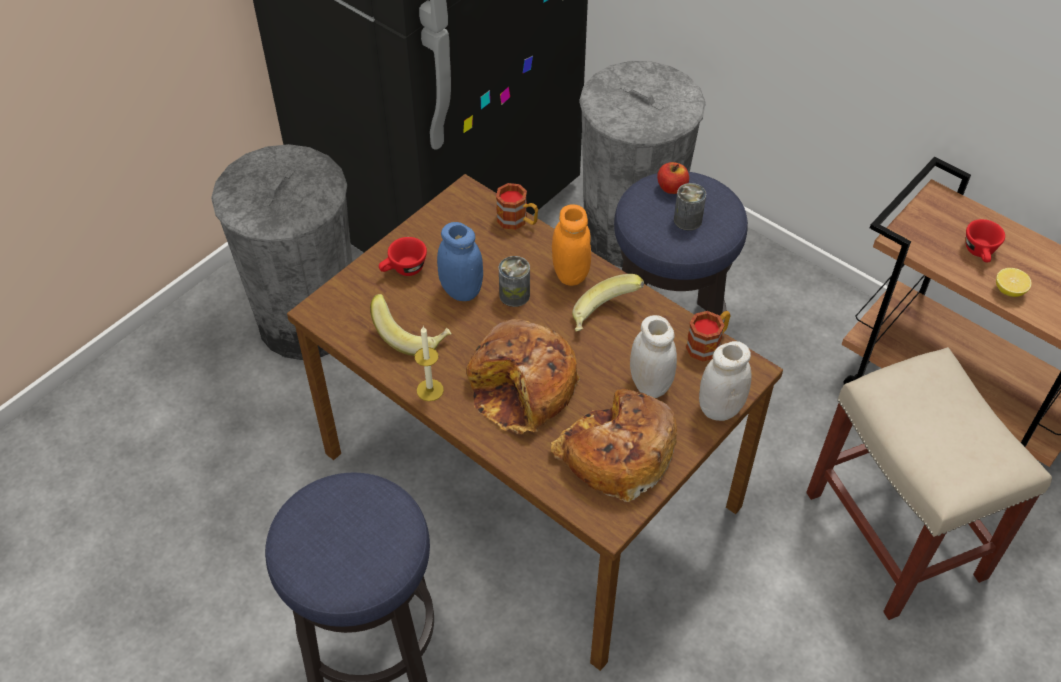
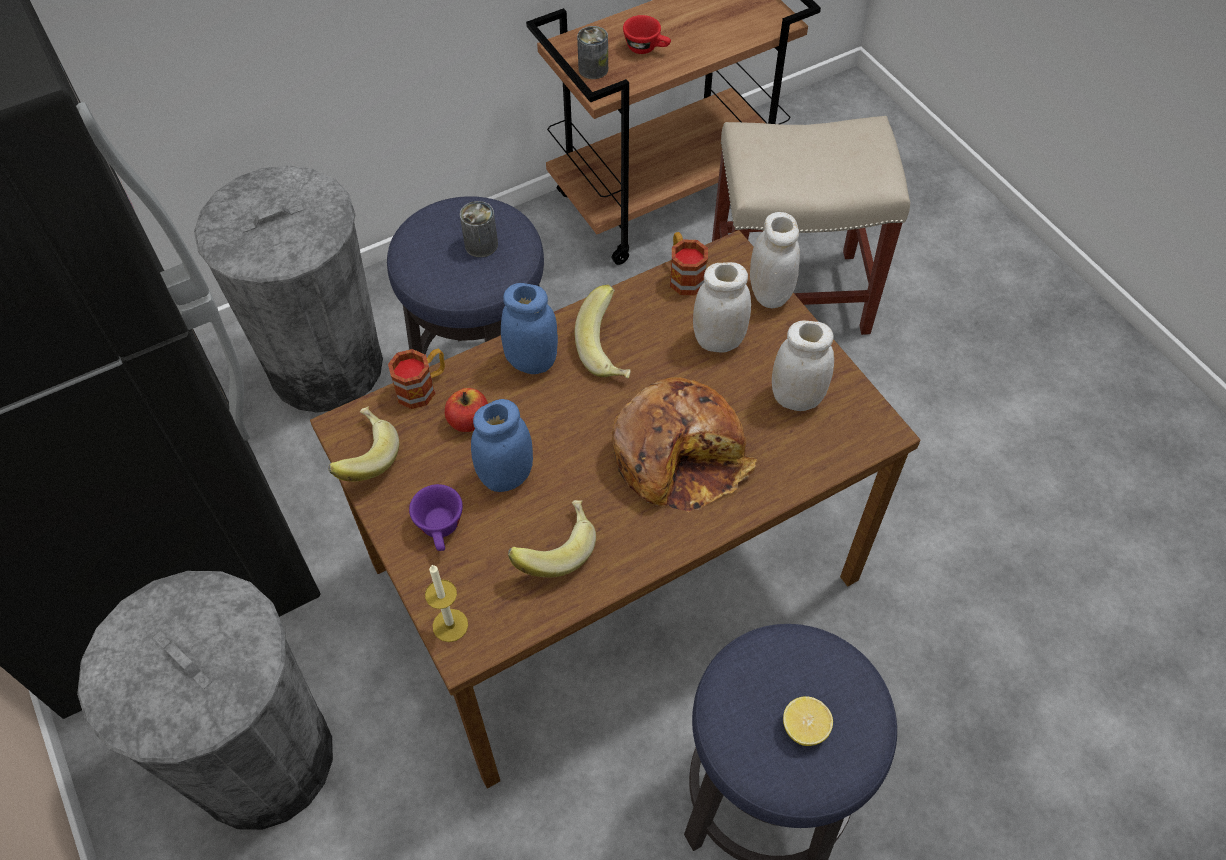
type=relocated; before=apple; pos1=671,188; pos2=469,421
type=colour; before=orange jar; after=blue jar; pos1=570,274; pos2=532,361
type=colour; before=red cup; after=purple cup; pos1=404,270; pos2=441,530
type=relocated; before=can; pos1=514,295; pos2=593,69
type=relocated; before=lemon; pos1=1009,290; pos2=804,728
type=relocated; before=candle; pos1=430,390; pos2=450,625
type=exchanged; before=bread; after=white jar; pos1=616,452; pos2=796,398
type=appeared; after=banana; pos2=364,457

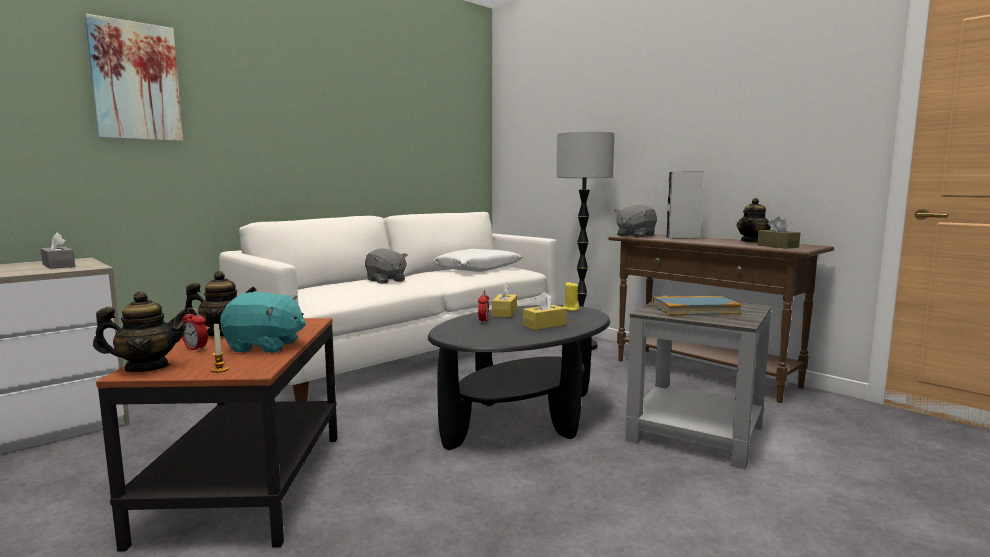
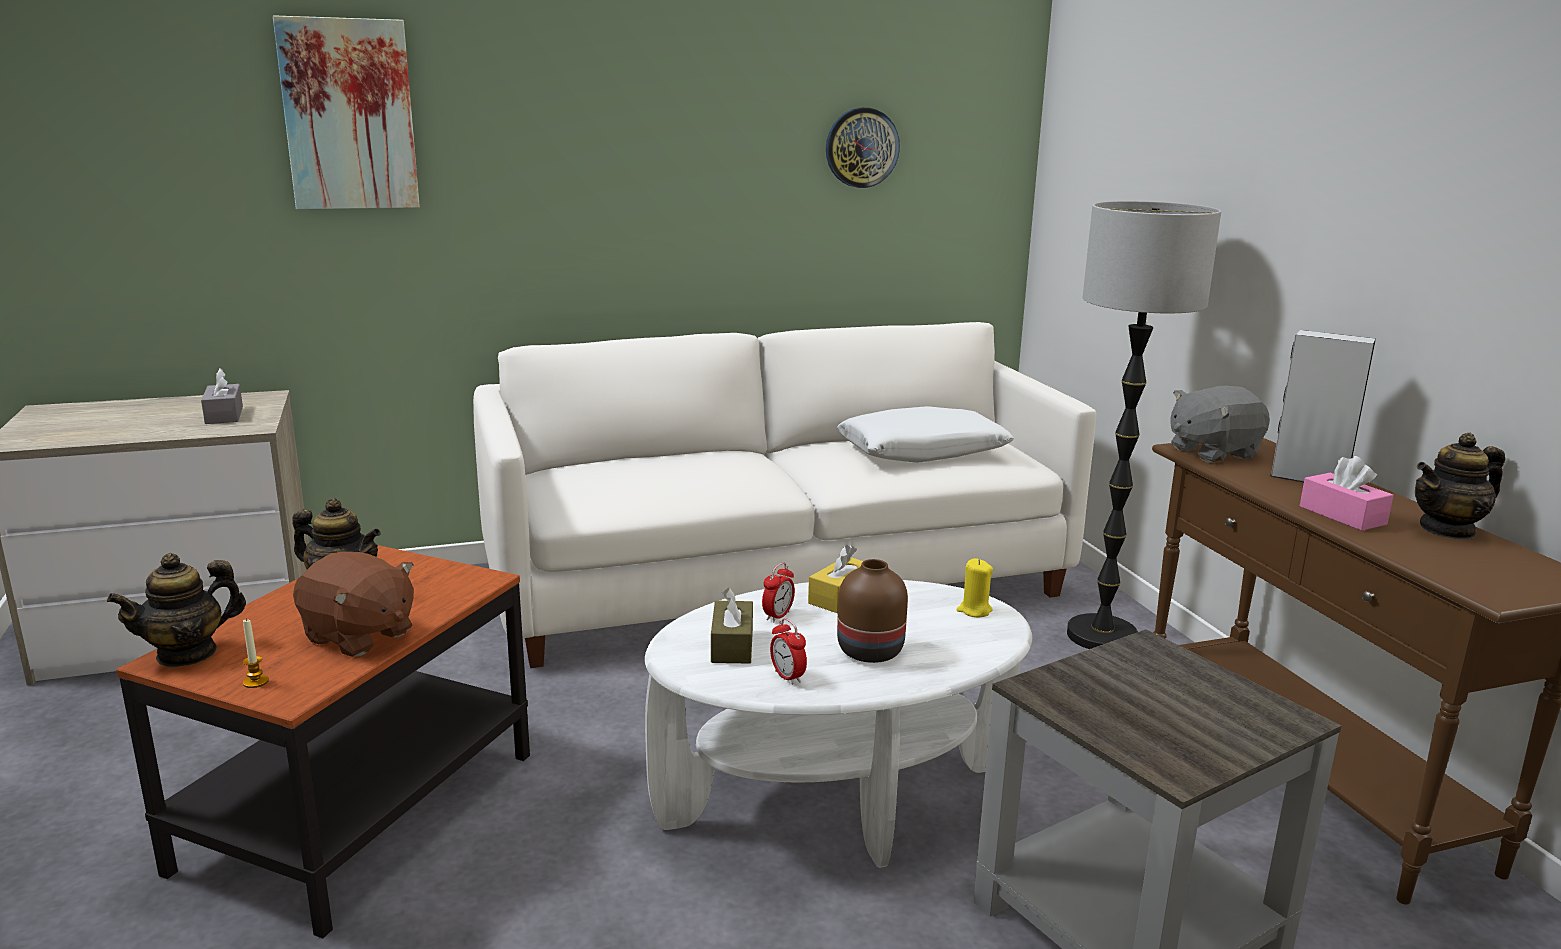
type=relocated; before=brown tissue box; pos1=777,246; pos2=732,645
type=missing; before=grey plush toy; pos1=385,280
type=spun; before=teapot; pos1=147,368; pos2=187,653; turn=135
type=colour; before=turquoise plush toy; after=brown plush toy; pos1=265,346; pos2=359,636
type=exchanged; before=yellow tissue box; after=brown vase; pos1=544,325; pos2=869,652
type=missing; before=book; pos1=695,309
type=colour; before=black coffee table; after=white coffee table; pos1=523,419; pos2=837,796
type=relocated; before=alarm clock; pos1=195,349; pos2=787,677
type=appeared; after=wall clock; pos2=861,147
type=appeared; after=pink tissue box; pos2=1342,515

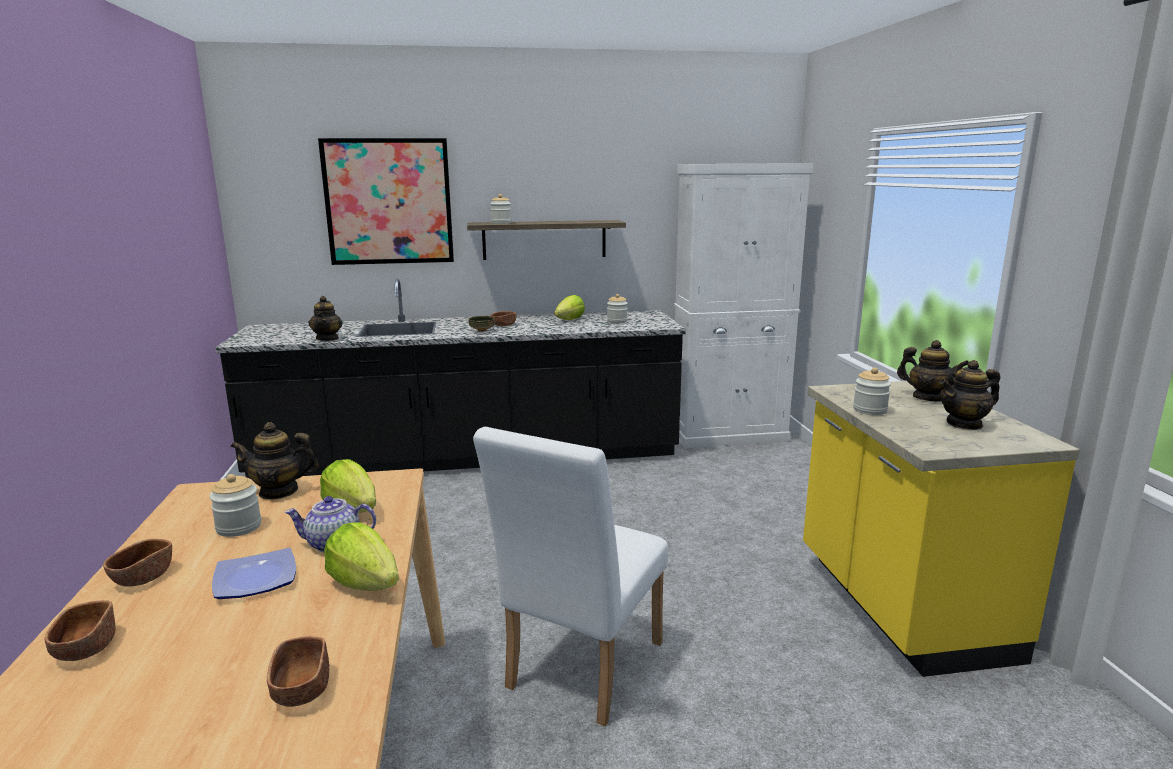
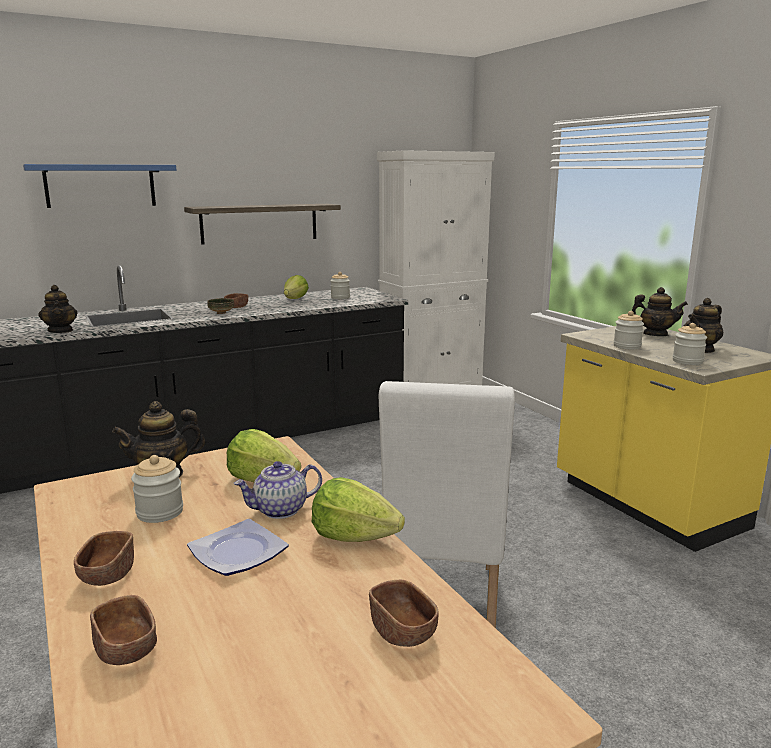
type=exchanged; before=picture; after=blue shelf; pos1=388,202; pos2=100,186
type=relocated; before=jar; pos1=501,223; pos2=687,361

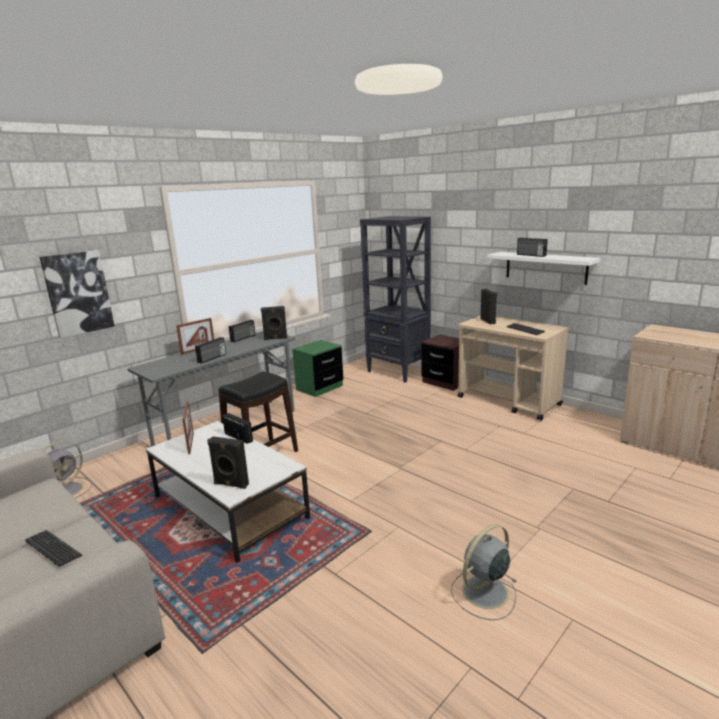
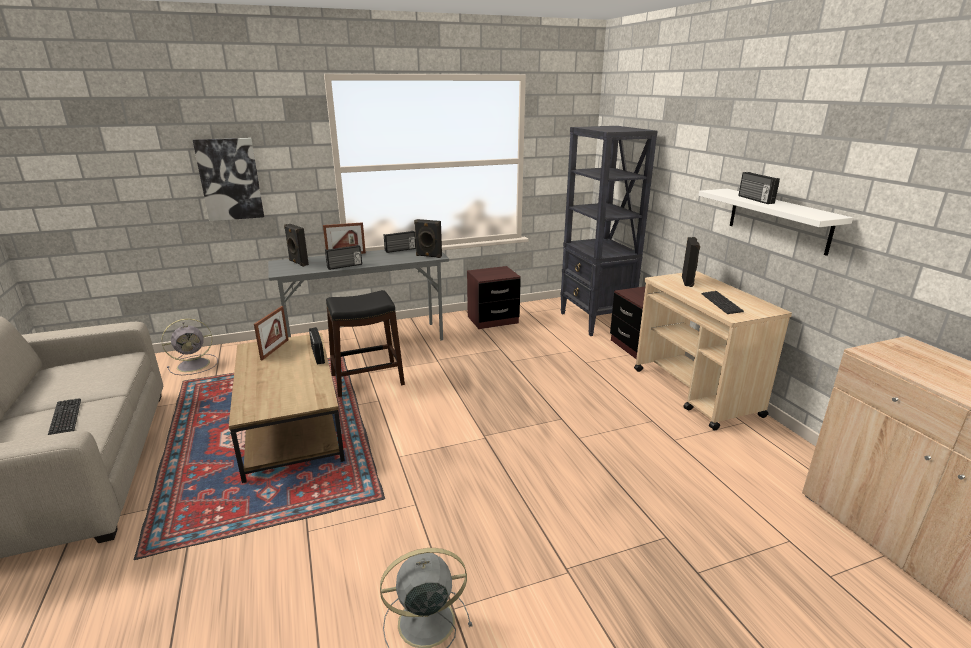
type=colour; before=green nightstand; after=brown nightstand; pos1=319,388; pos2=493,320
type=colour; before=white coffee table; after=brown coffee table; pos1=228,507; pos2=290,423
type=relocated; before=black speaker; pos1=230,485; pos2=298,263

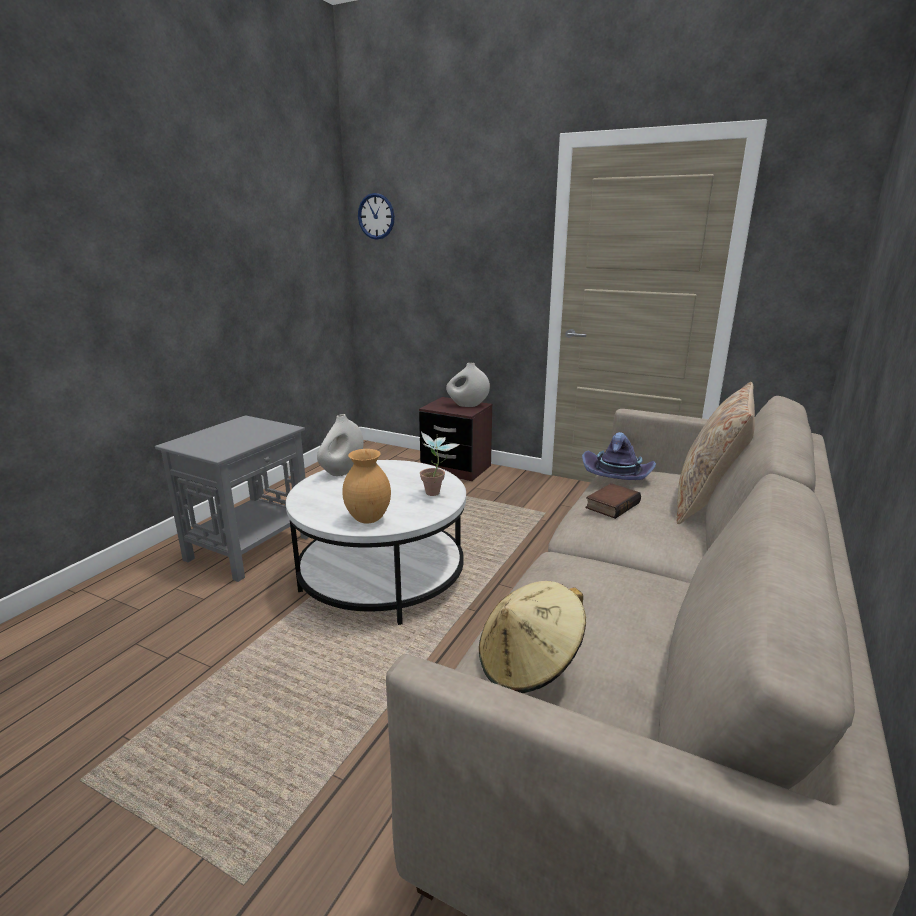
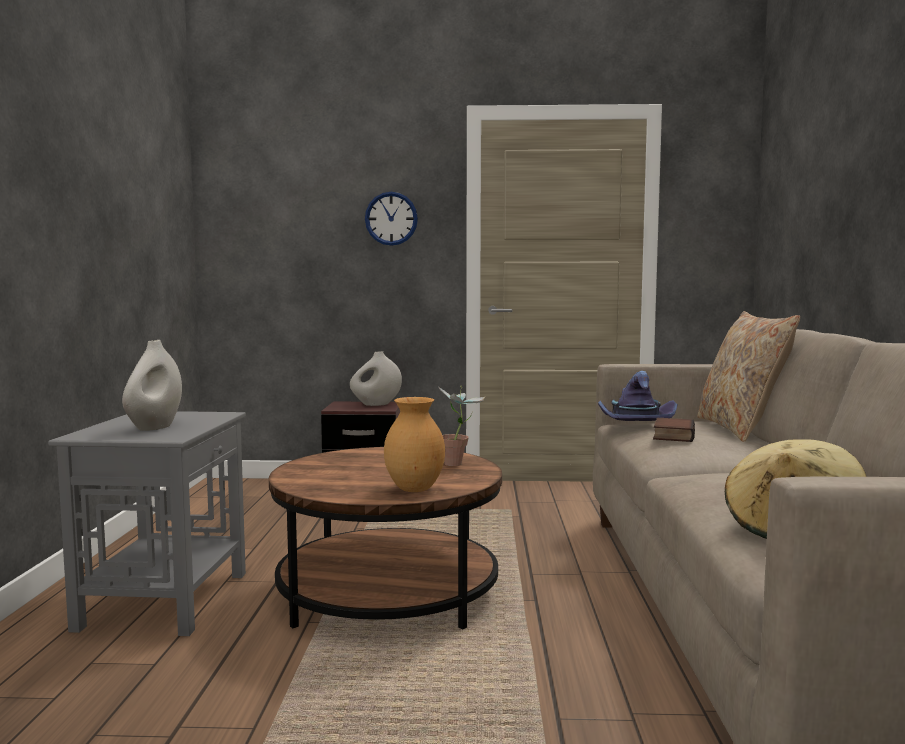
type=relocated; before=wall clock; pos1=376,216; pos2=391,218
type=relocated; before=white vase; pos1=342,472; pos2=155,427
type=colour; before=white coffee table; after=brown coffee table; pos1=382,576; pos2=388,593

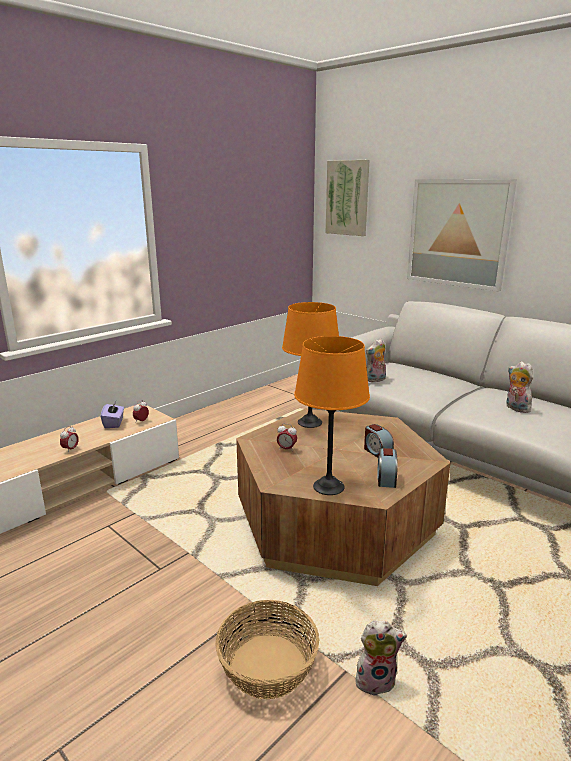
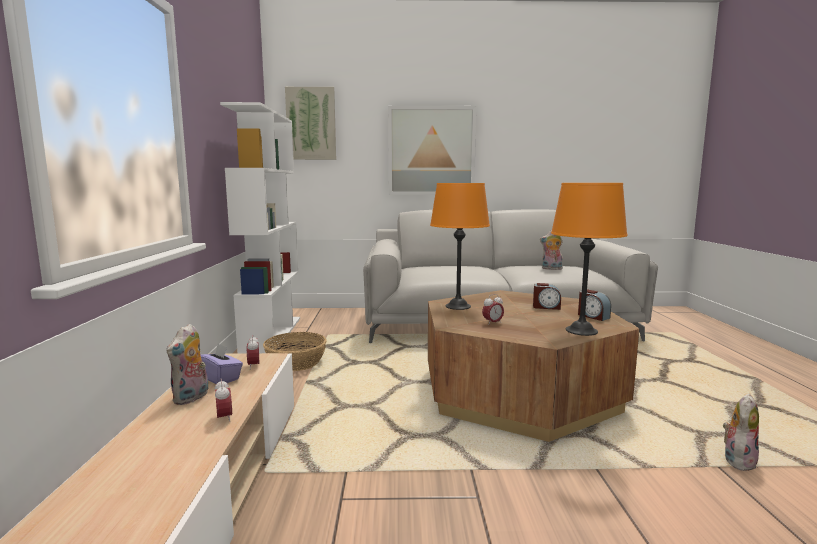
type=relocated; before=plush toy; pos1=375,380; pos2=192,398
type=relocated; before=basket; pos1=267,666; pos2=296,363
type=appeared; after=white bookcase; pos2=272,334

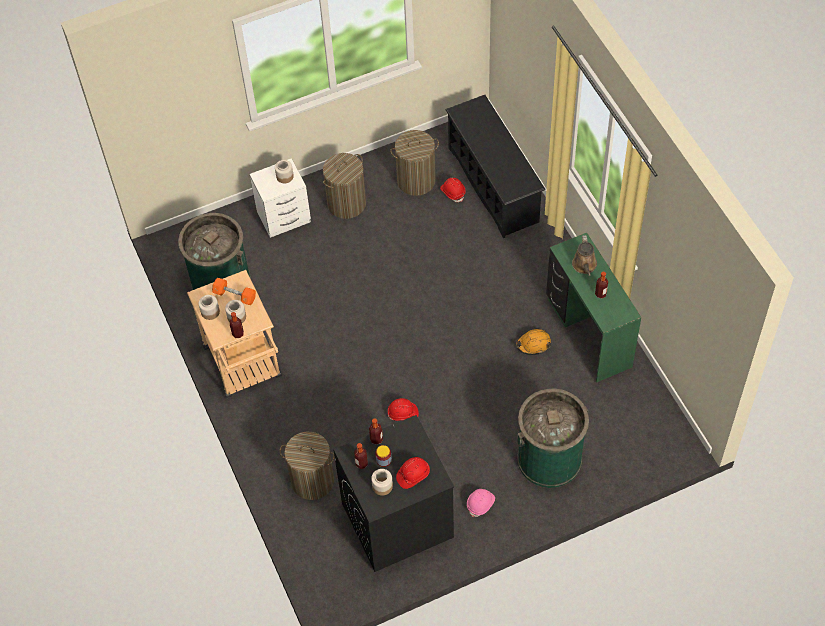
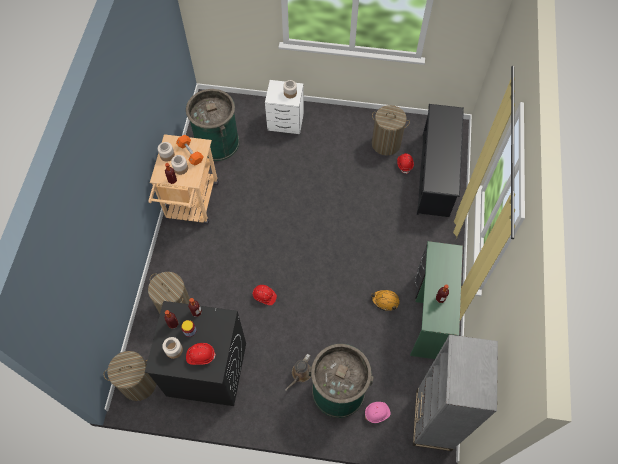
type=relocated; before=laundry basket; pos1=346,203; pos2=139,383
type=relocated; before=brown watering can; pos1=584,266; pos2=300,374
type=relocated; before=pink hard hat; pos1=481,504; pos2=377,413
type=appeared; after=grey bookcase; pos2=433,420

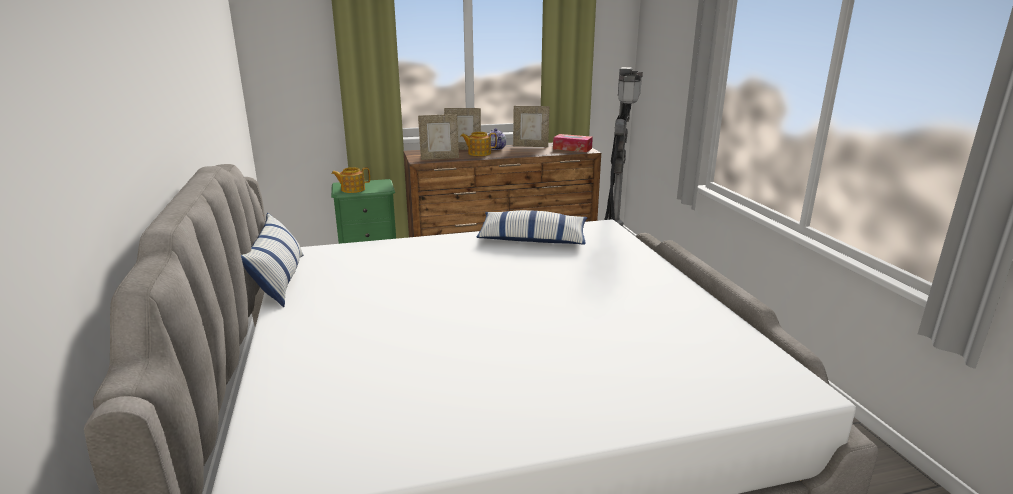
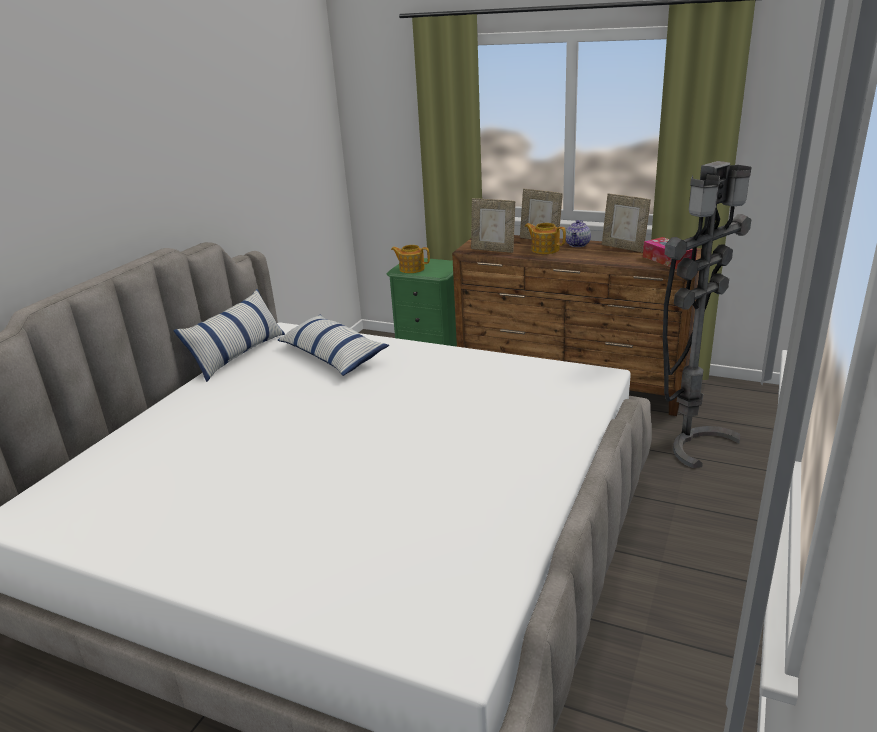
type=relocated; before=pillow; pos1=532,239; pos2=332,355

